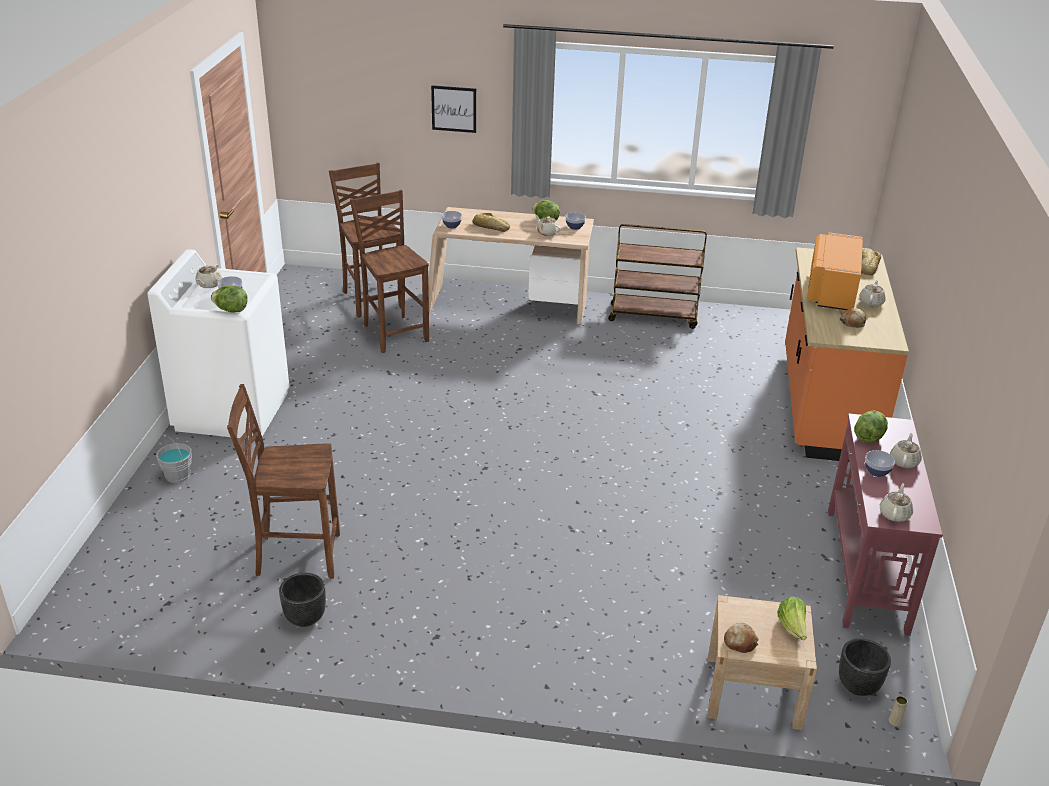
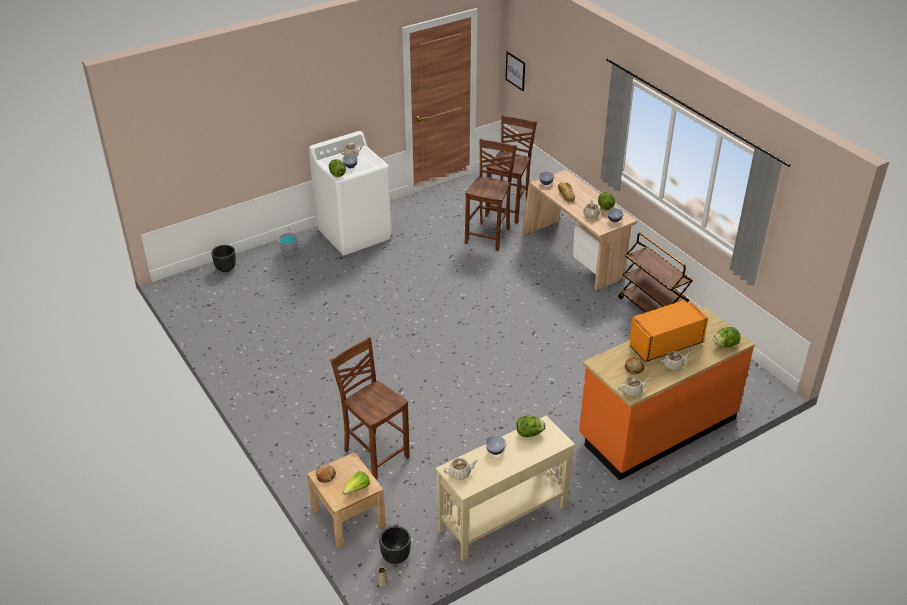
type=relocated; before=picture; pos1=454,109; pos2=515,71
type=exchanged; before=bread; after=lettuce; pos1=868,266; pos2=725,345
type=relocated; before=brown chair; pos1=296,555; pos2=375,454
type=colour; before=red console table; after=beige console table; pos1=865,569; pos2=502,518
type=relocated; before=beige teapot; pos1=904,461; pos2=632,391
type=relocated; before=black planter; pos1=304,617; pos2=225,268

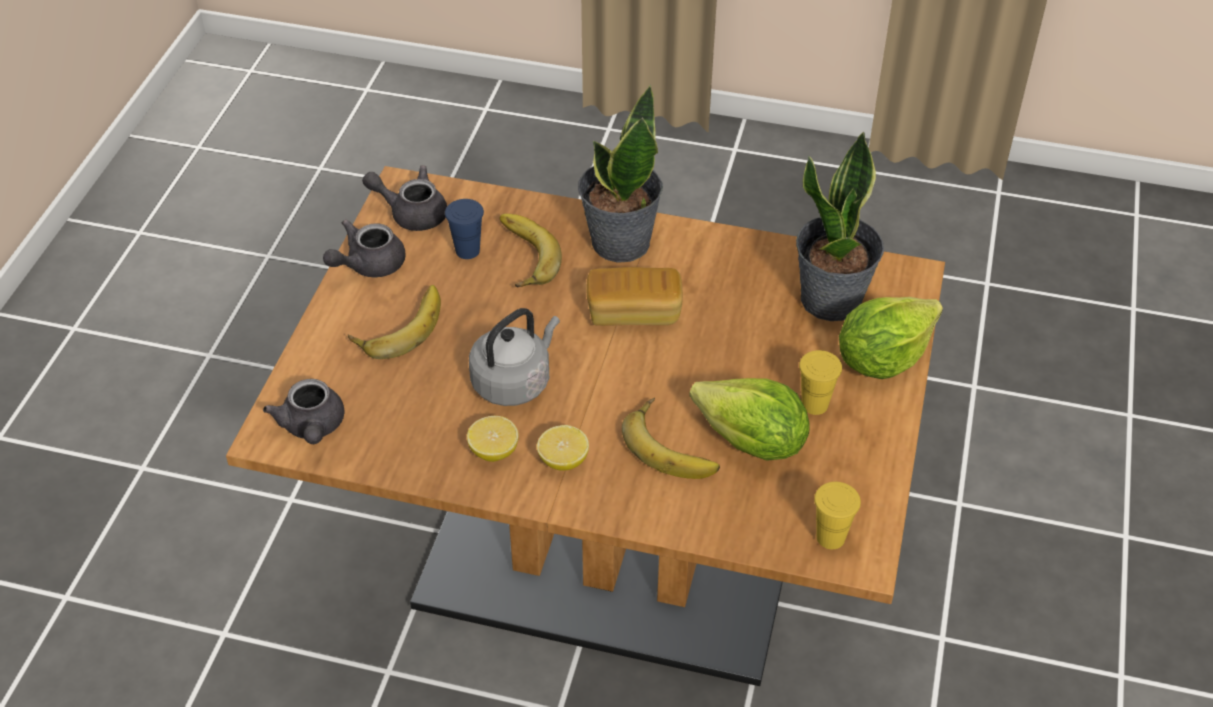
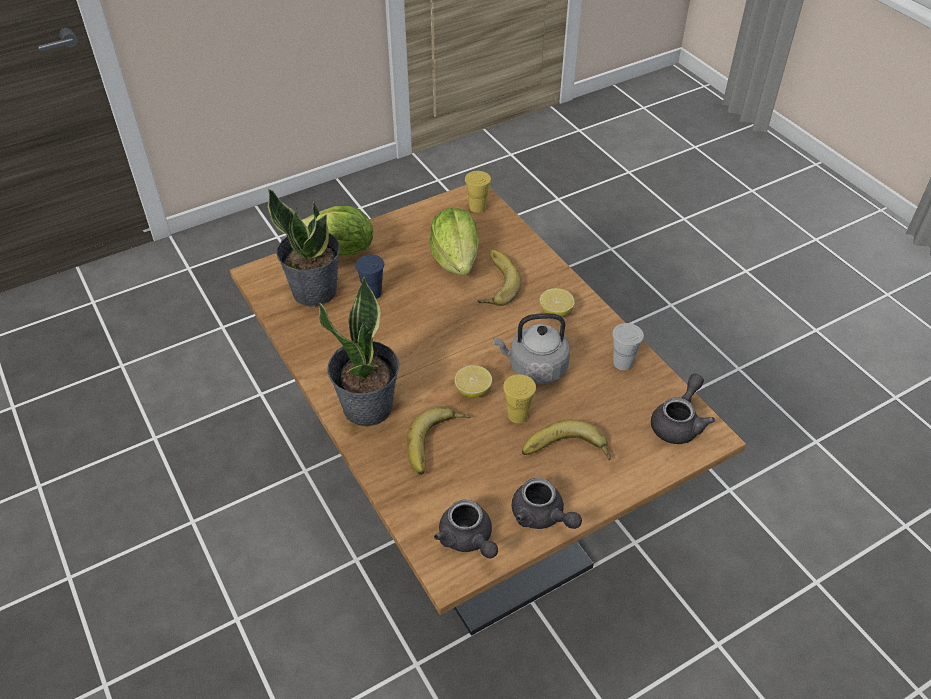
type=relocated; before=blue cup; pos1=467,251; pos2=372,293
type=spun; before=grey teapot; pos1=368,265; pos2=542,516; turn=45
type=missing; before=bread; pos1=634,312
type=relocated; before=yellow cup; pos1=814,404; pos2=517,415
type=relocated; before=lemon; pos1=494,451; pos2=473,391
type=appeared; after=white cup; pos2=622,363

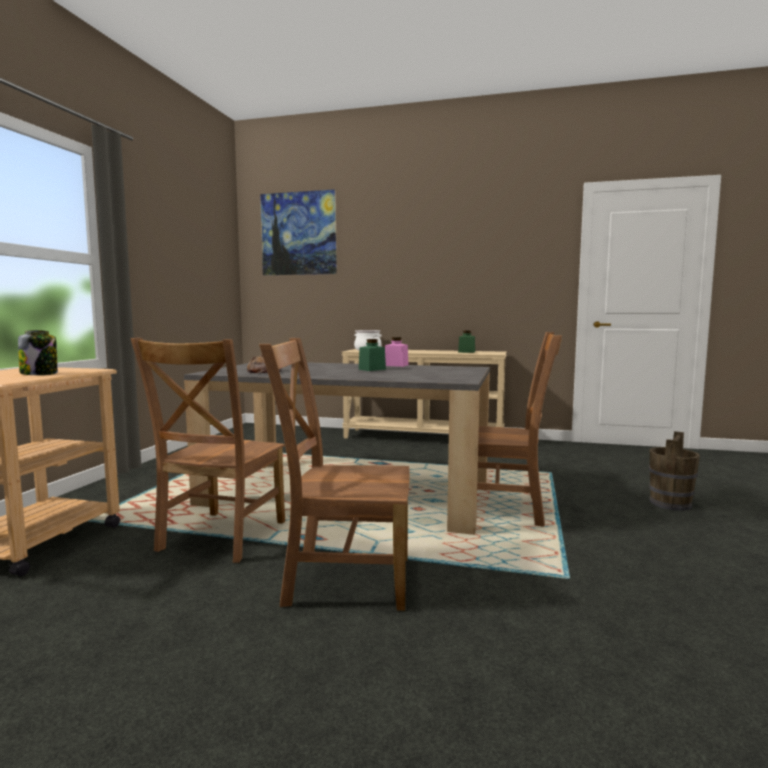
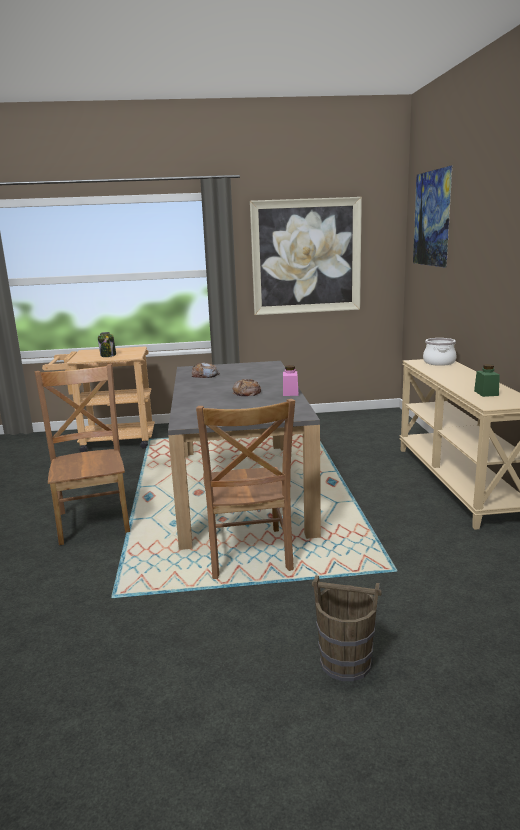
type=missing; before=brown chair; pos1=220,538
type=exchanged; before=green jar; after=bread; pos1=372,369; pos2=247,392
type=appeared; after=picture; pos2=306,256

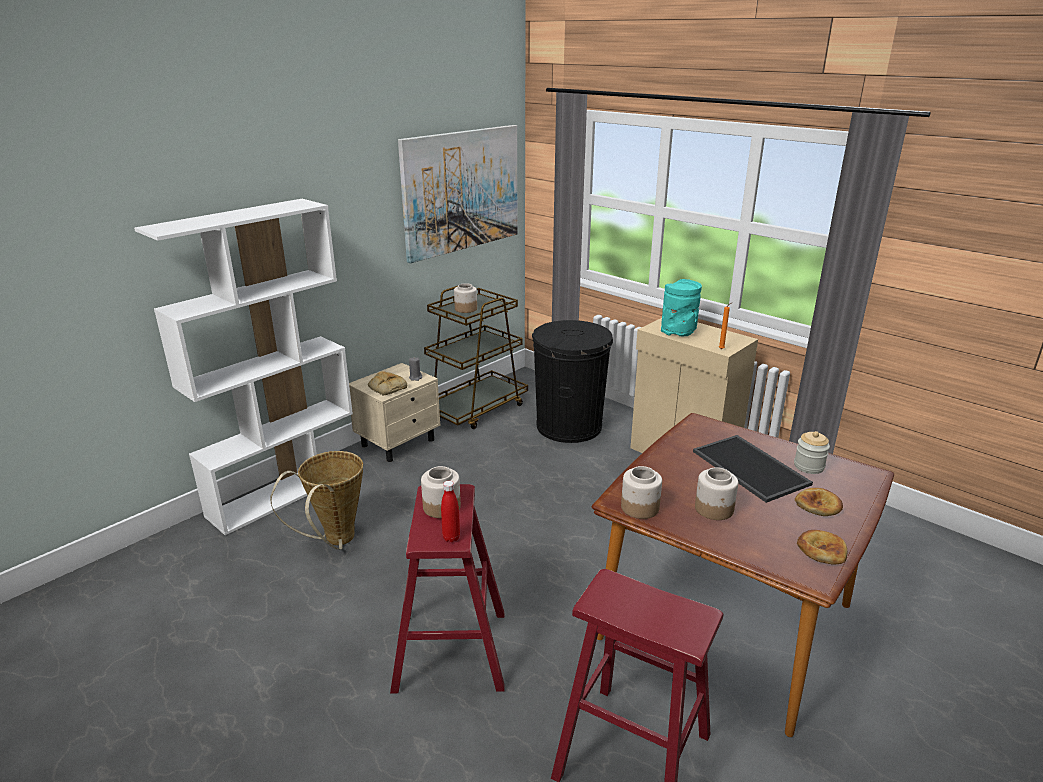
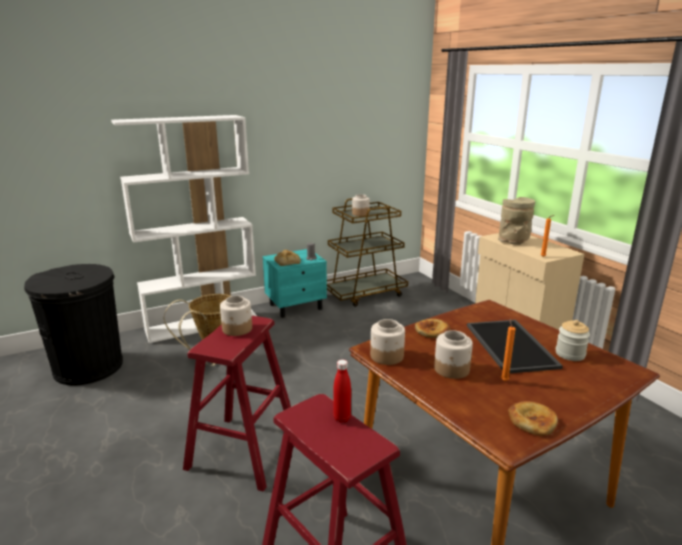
type=missing; before=picture; pos1=461,191
type=colour; before=turquoise vase; after=beige vase; pos1=678,332; pos2=513,242
type=relocated; before=black trash can; pos1=569,426; pos2=89,367
type=colour; before=beige nightstand; after=turquoise nightstand; pos1=399,442; pos2=296,306
type=relocated; before=red bottle; pos1=451,537; pos2=342,418
type=relocated; before=bread; pos1=818,505; pos2=432,331
type=appeared; after=orange candle; pos2=504,380

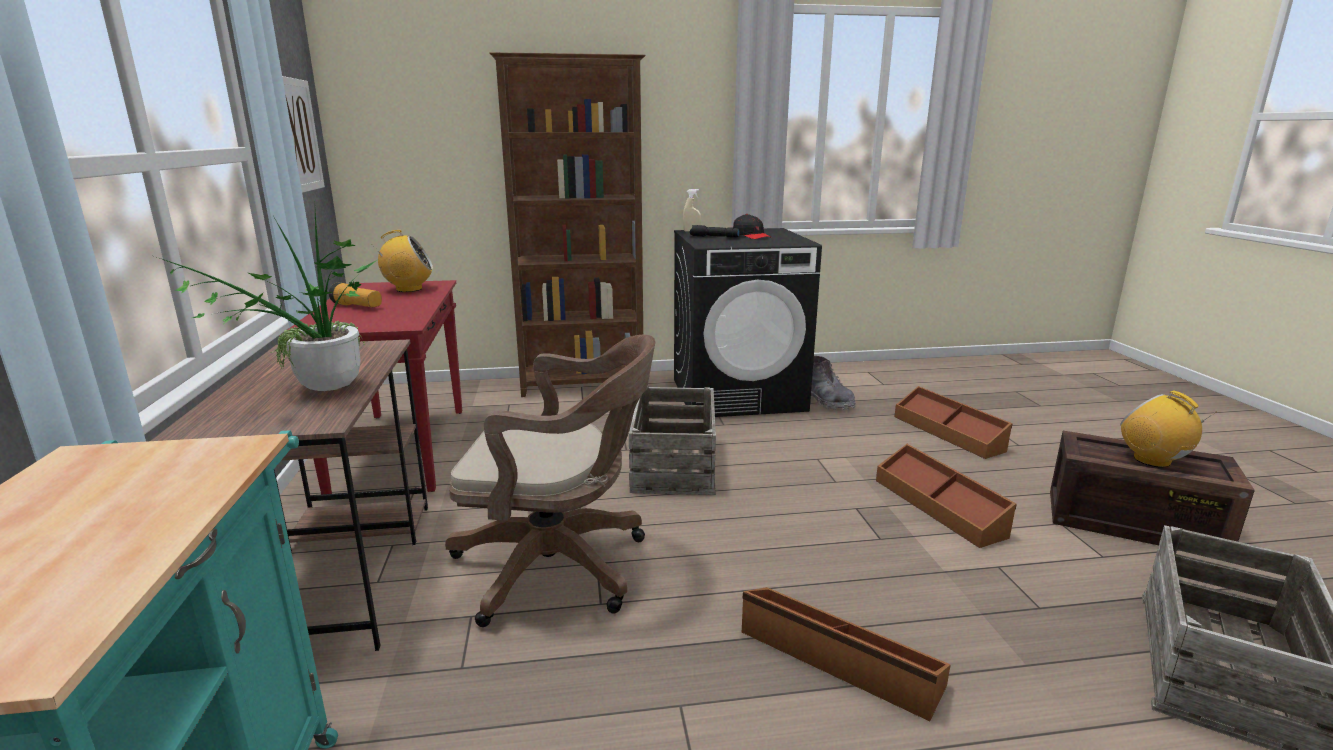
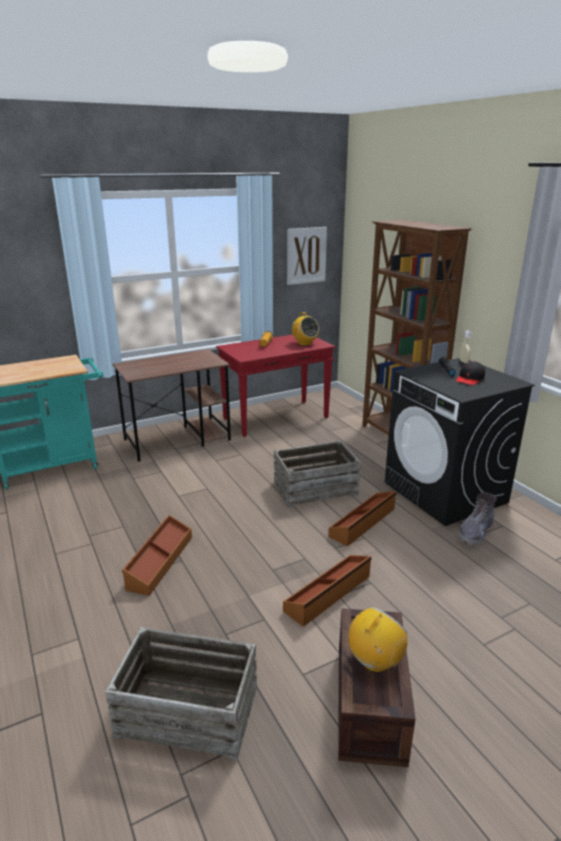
type=missing; before=potted plant; pos1=317,391
type=missing; before=brown office chair; pos1=561,567
type=relocated; before=brown storage box; pos1=948,433; pos2=363,523

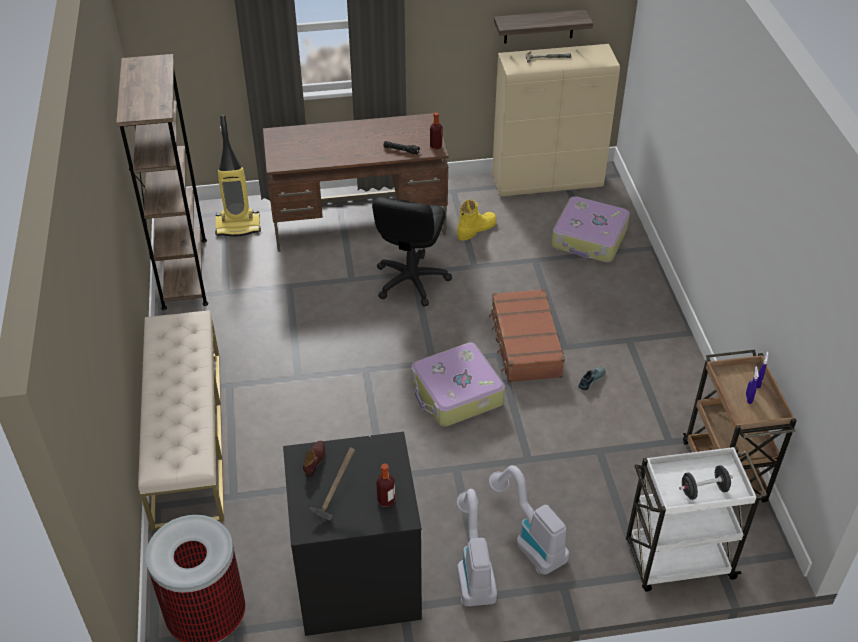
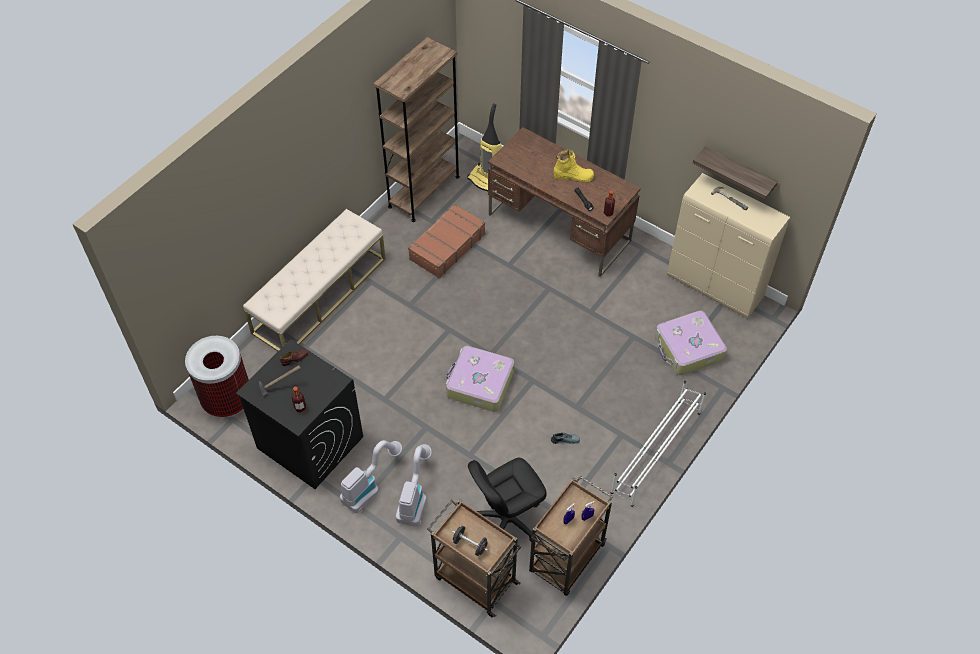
type=relocated; before=black office chair; pos1=411,281; pos2=507,519
type=relocated; before=yellow boot; pos1=476,229; pos2=573,176
type=relocated; before=brown suitcase; pos1=525,344; pos2=446,246
type=colour; before=white cart; after=brown cart; pos1=677,560; pos2=474,579
type=appeared; after=white shoe rack; pos2=655,452

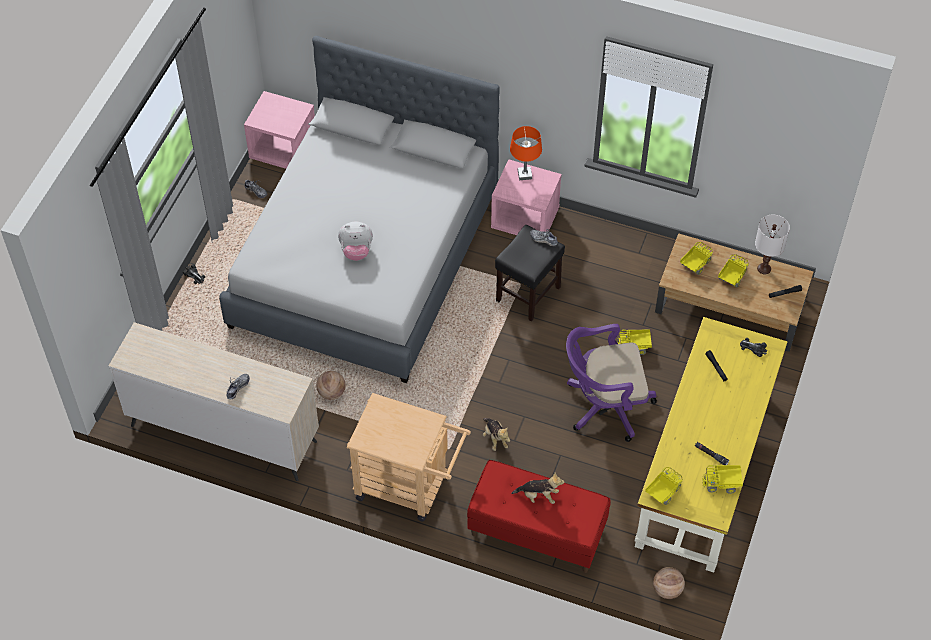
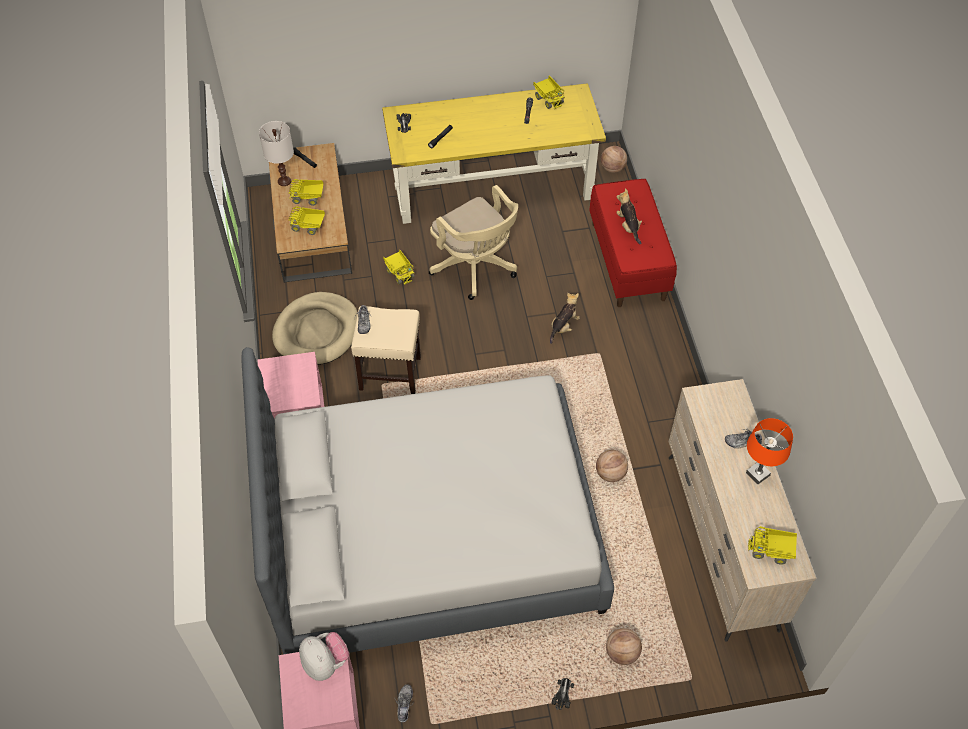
type=relocated; before=orange table lamp; pos1=524,174; pos2=757,474
type=relocated; before=plush toy; pos1=356,251; pos2=325,663
type=colour; before=black stool; after=beige stool; pos1=528,294; pos2=391,373
type=colour; before=purple office chair; after=beige office chair; pos1=604,405; pos2=476,268
type=missing; before=beige cart; pos1=409,487
type=relocated; before=toy truck; pos1=662,492; pos2=771,551
type=appeared; after=beige dog bed; pos2=317,331
type=appeared; after=basketball; pos2=622,653

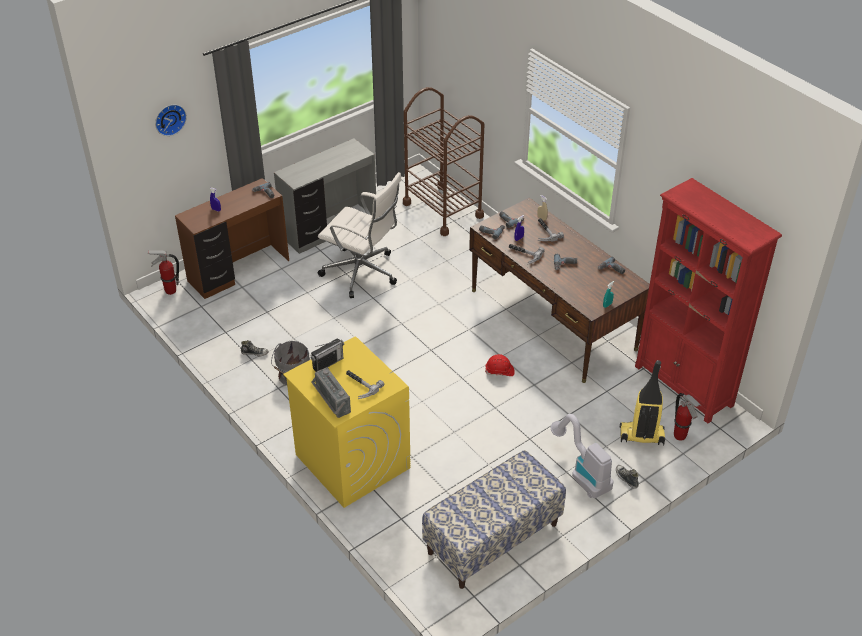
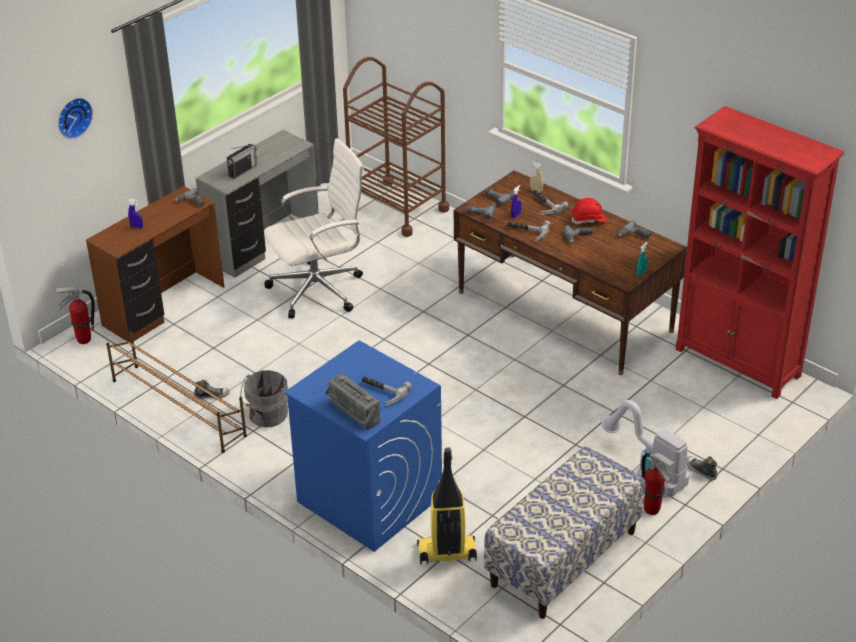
type=spun; before=white office chair; pos1=362,273; pos2=319,289; turn=-45
type=colour; before=yellow washing machine; after=blue washing machine; pos1=352,461; pos2=368,498
type=relocated; before=radio; pos1=328,363; pos2=243,170
type=relocated; before=red hard hat; pos1=499,371; pos2=589,220
type=relocated; before=vacuum cleaner; pos1=641,436; pos2=446,553
type=relocated; before=fire extinguisher; pos1=680,436; pos2=652,510
type=appeared; after=brown shoe rack; pos2=178,407

